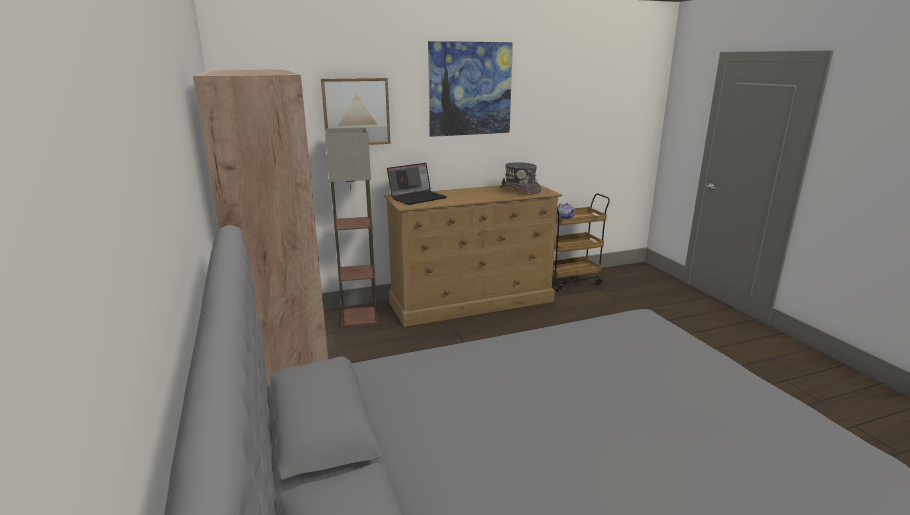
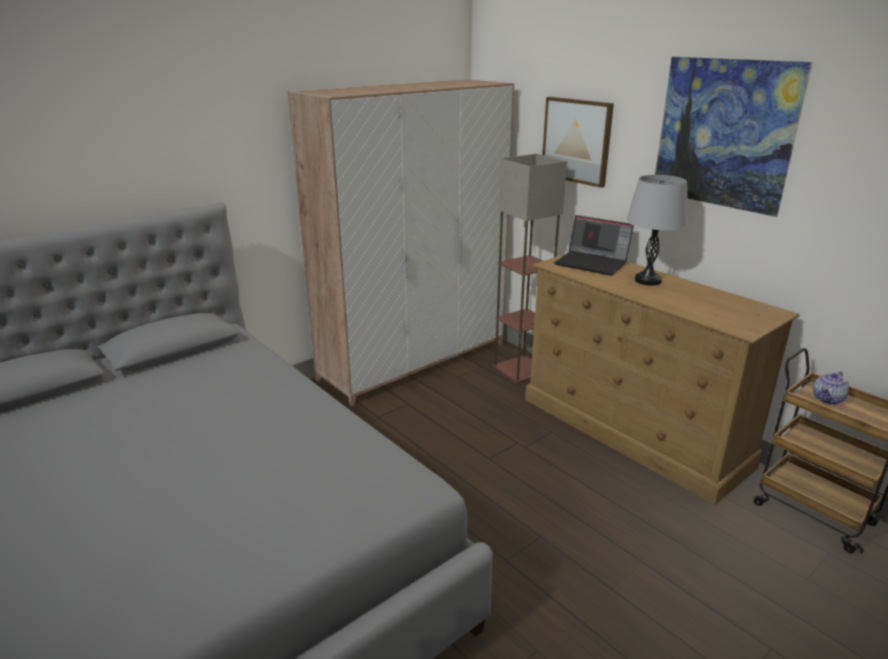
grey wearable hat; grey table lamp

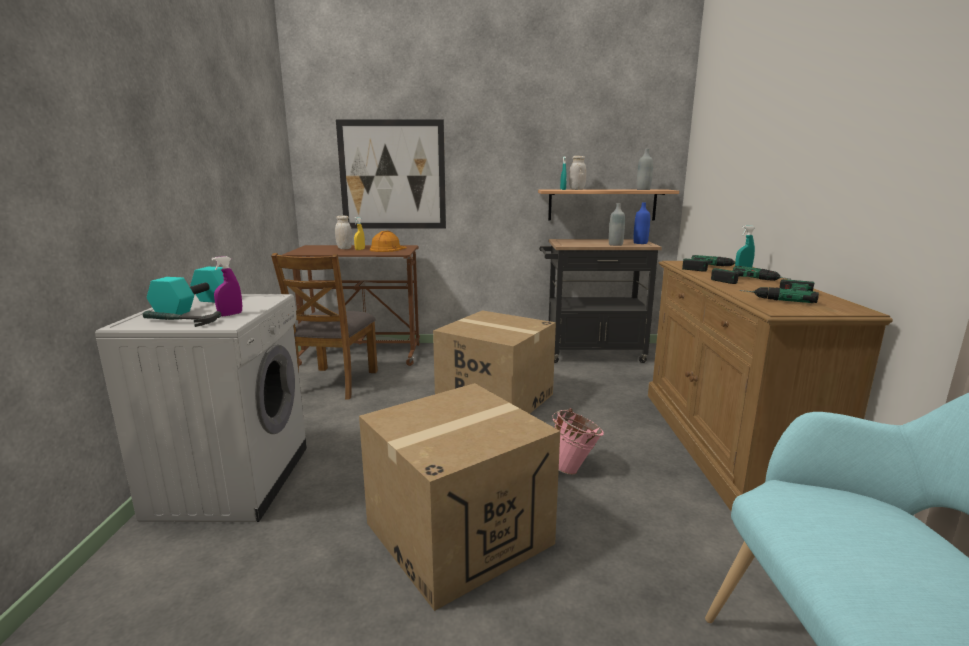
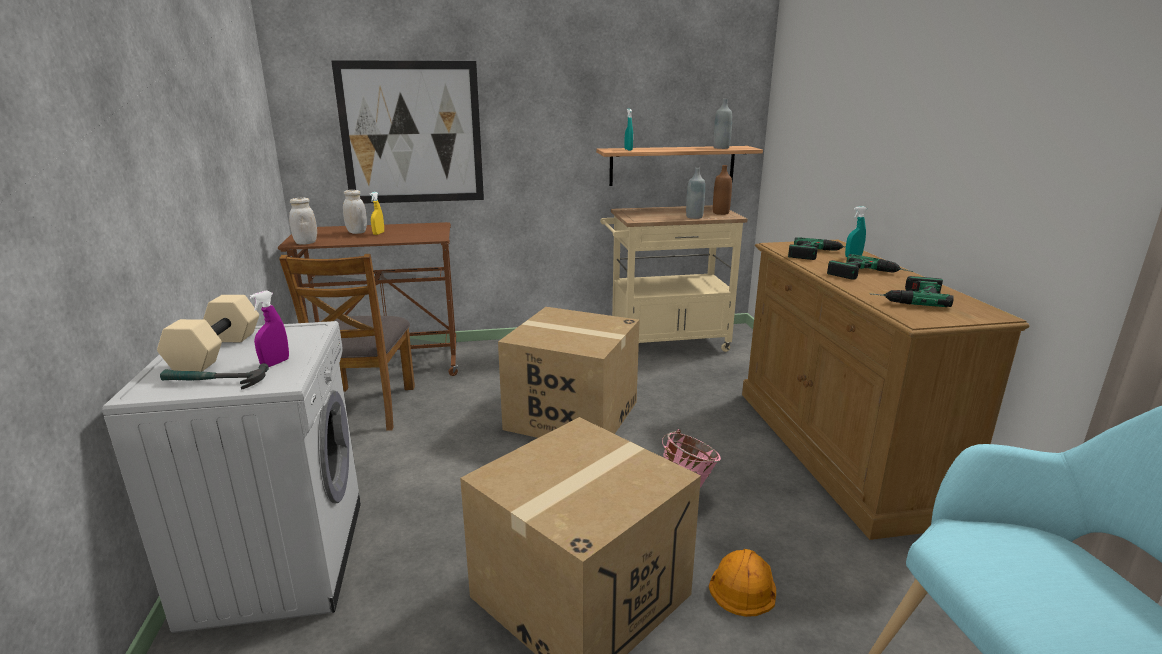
sand-coloured dumbbell; orange safety helmet; sand-coloured cart; white jar (1st from left); brown bottle

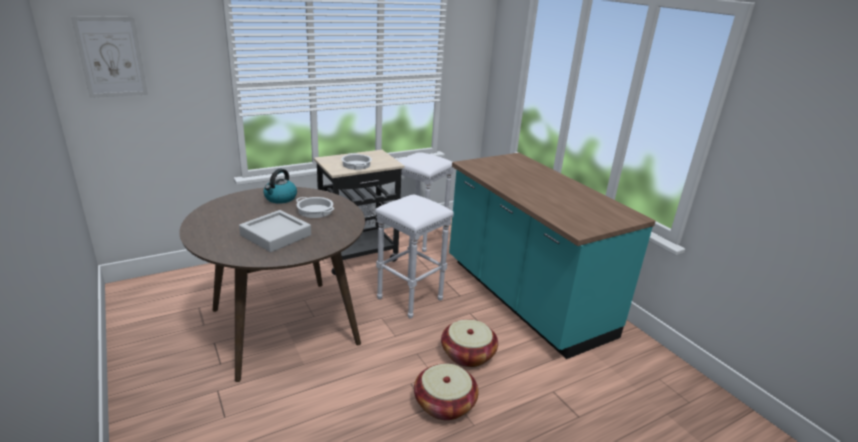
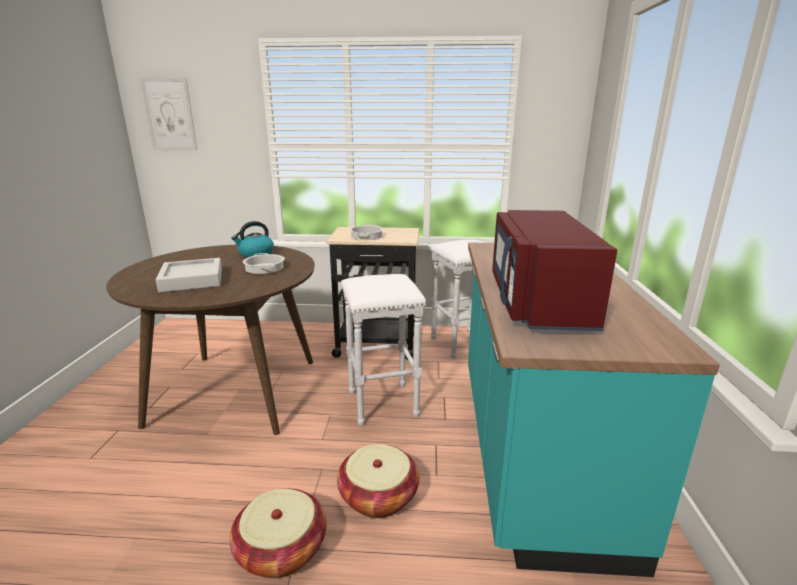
red-coloured microwave oven

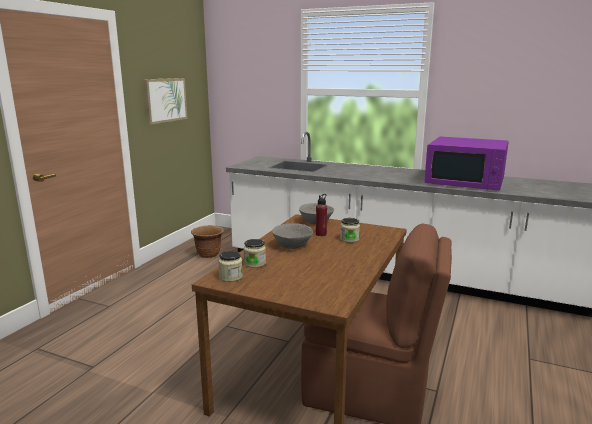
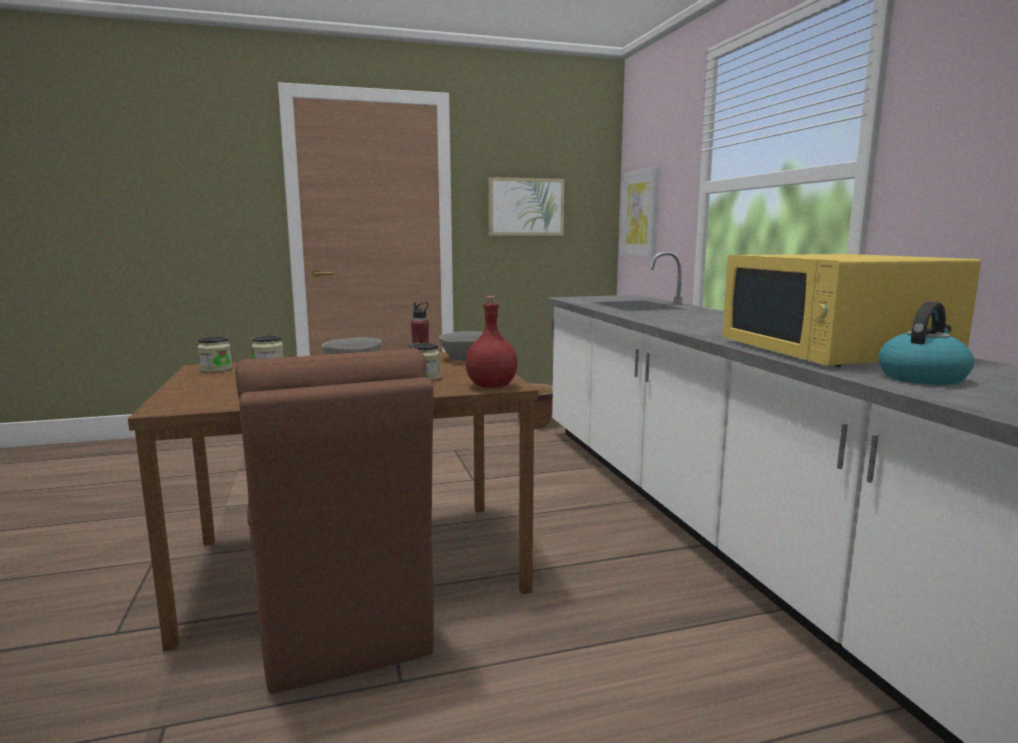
yellowish microwave oven; red-coloured bottle (2nd from left); picture (2nd from left); tea kettle

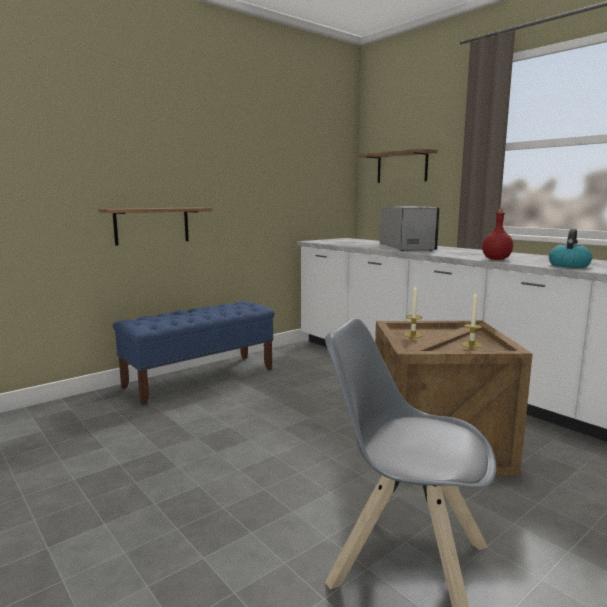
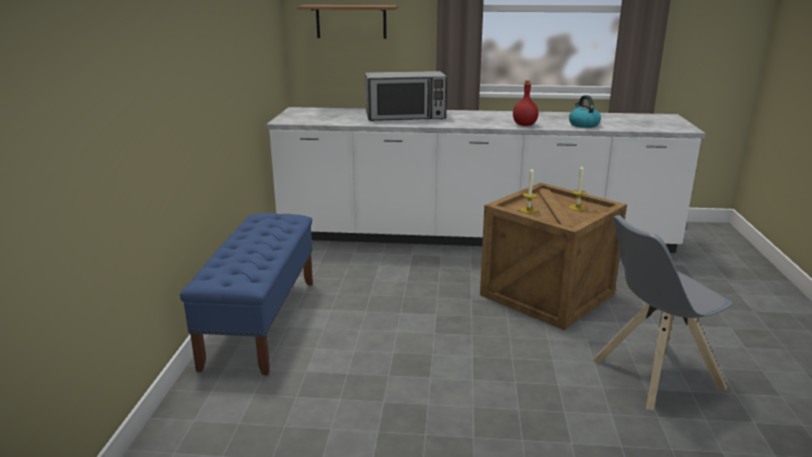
wall shelf (1st from left in the first image); microwave oven

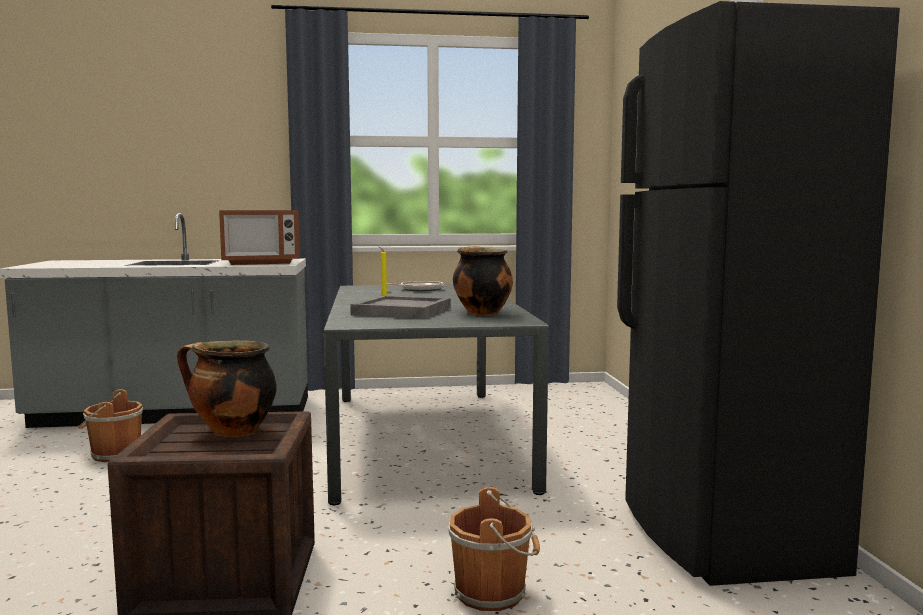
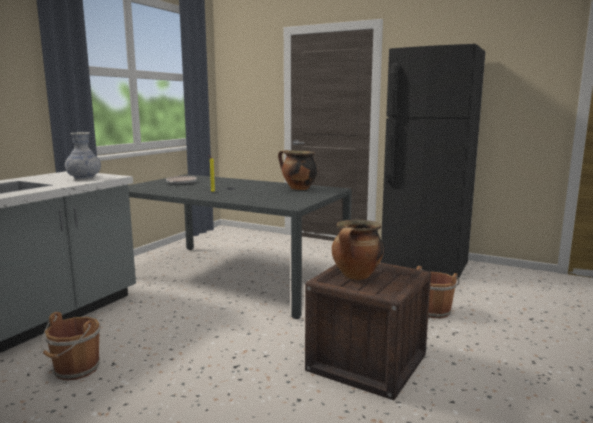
decorative vase; grey serving tray

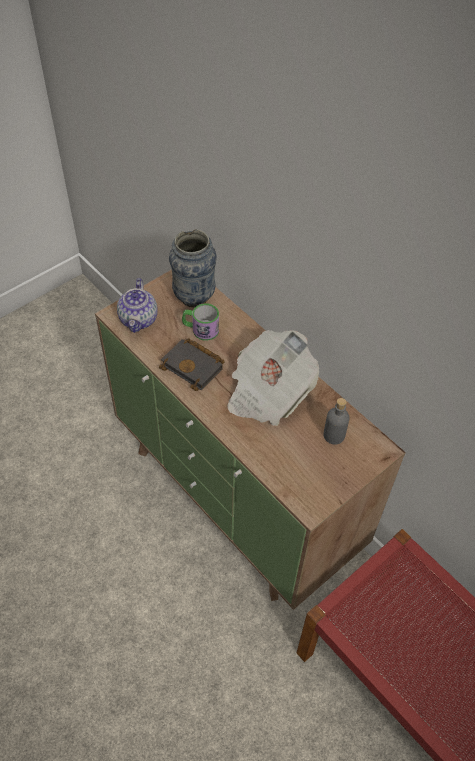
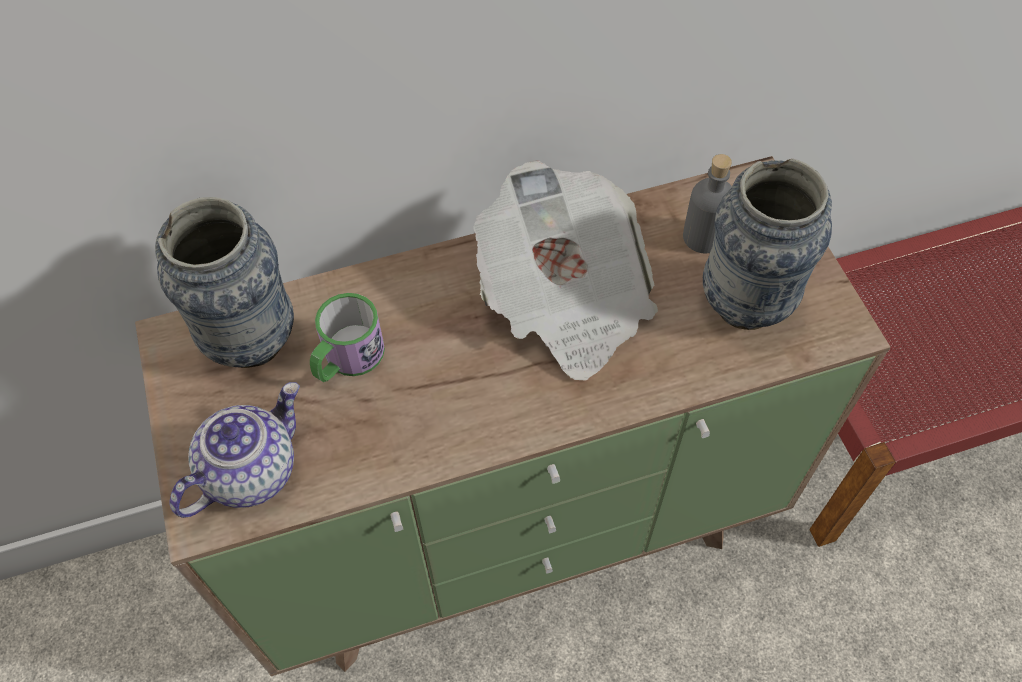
pot for tea; blackish book; decorative vase (2nd from left)

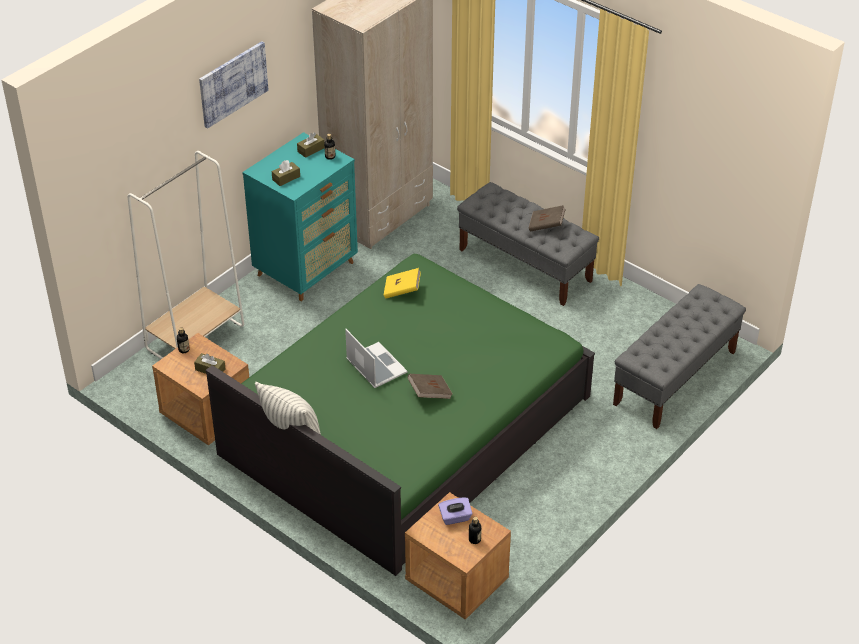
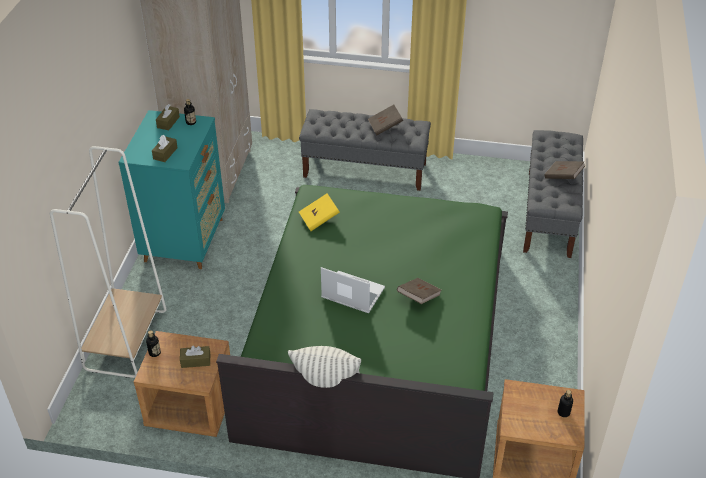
picture; purple tissue box; brown book (3rd from left)

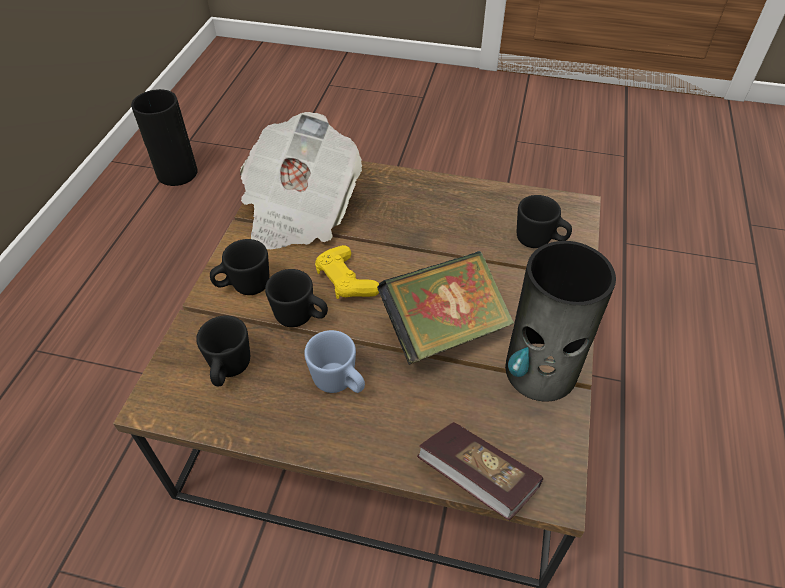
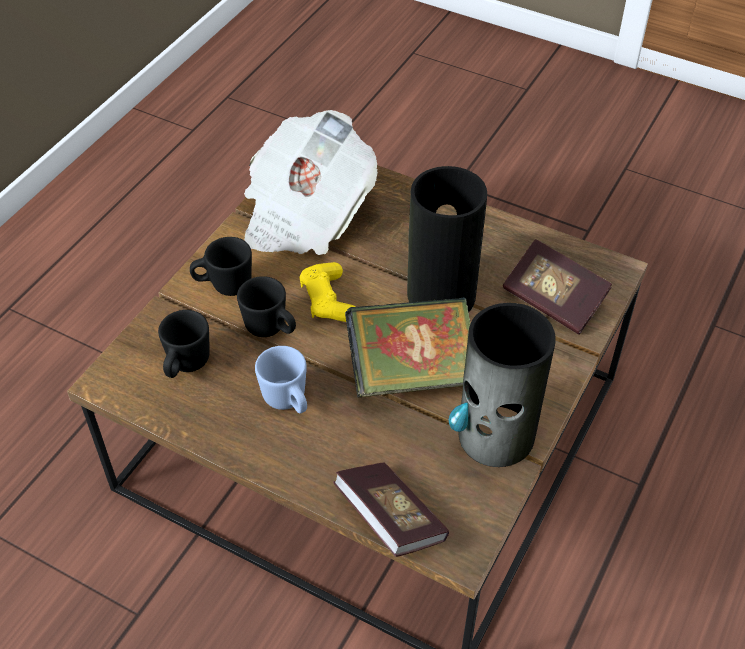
decorative vase (1st from left); book (3rd from left)

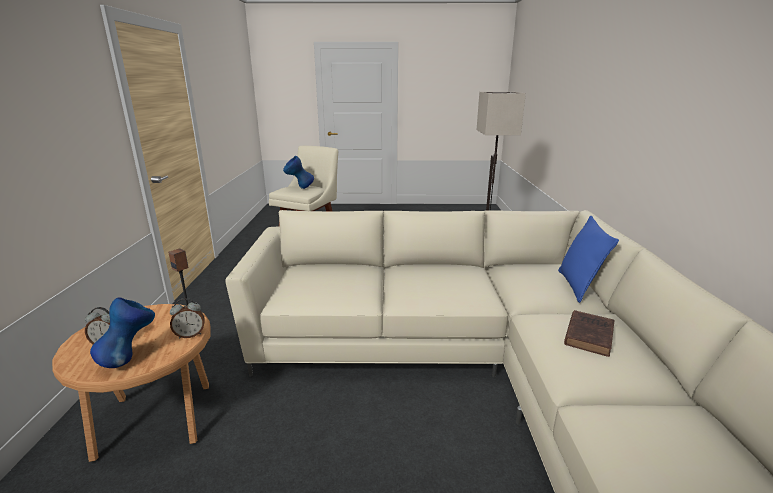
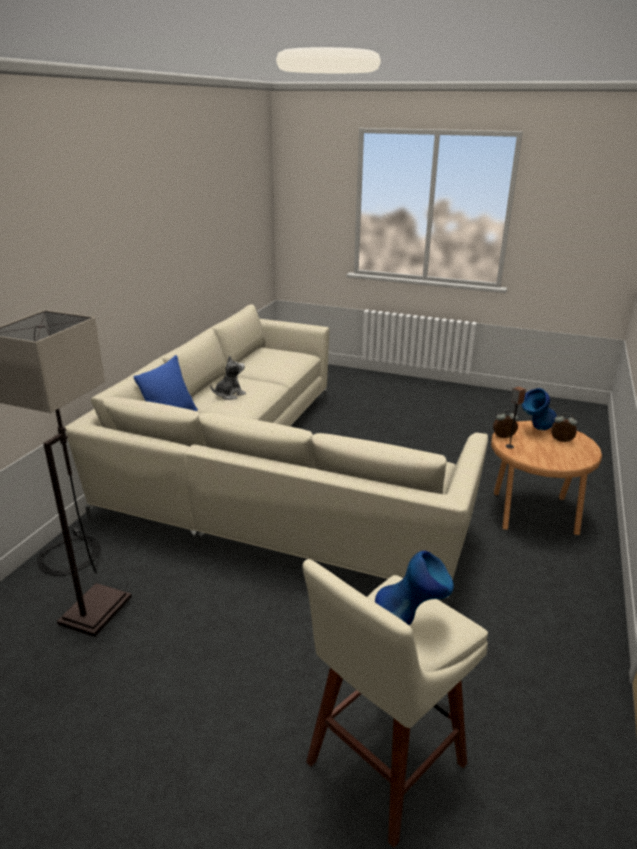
plush toy

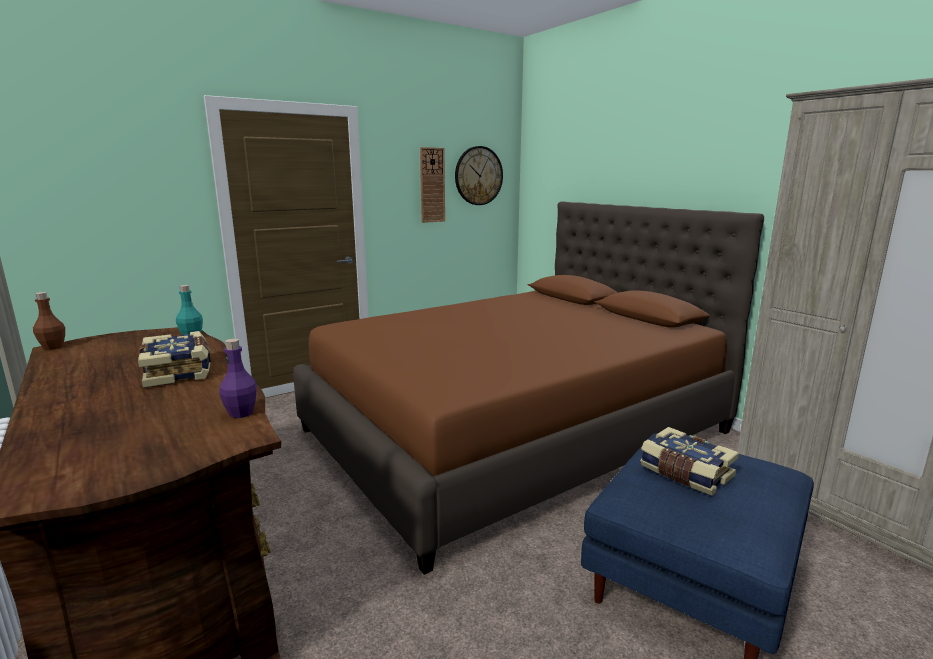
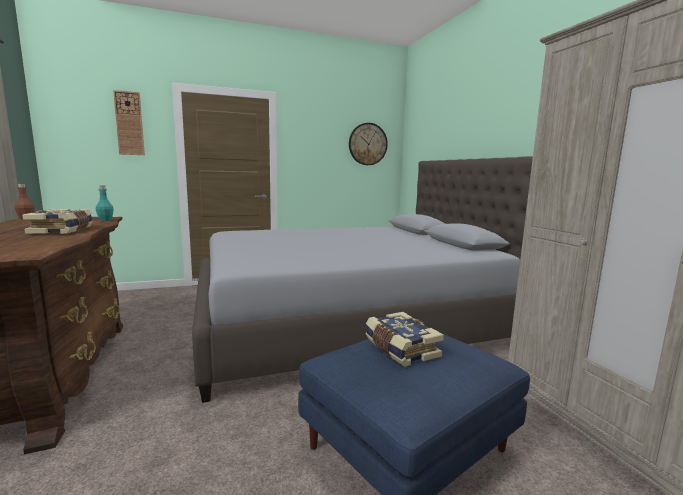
purple bottle; grey bed; wall clock (1st from left)

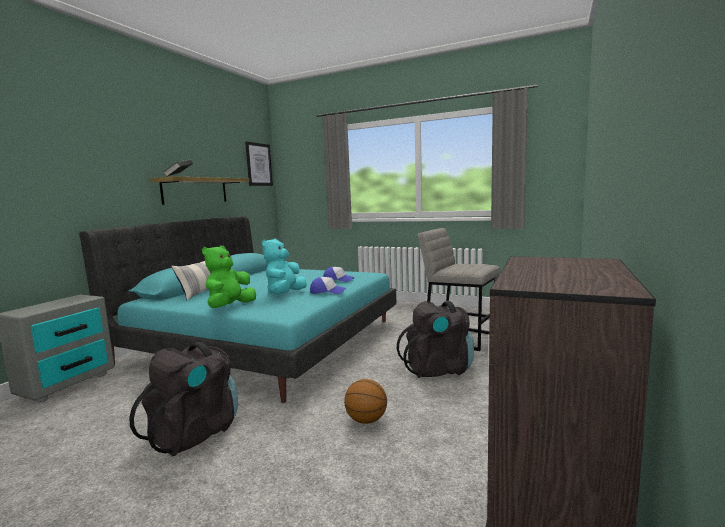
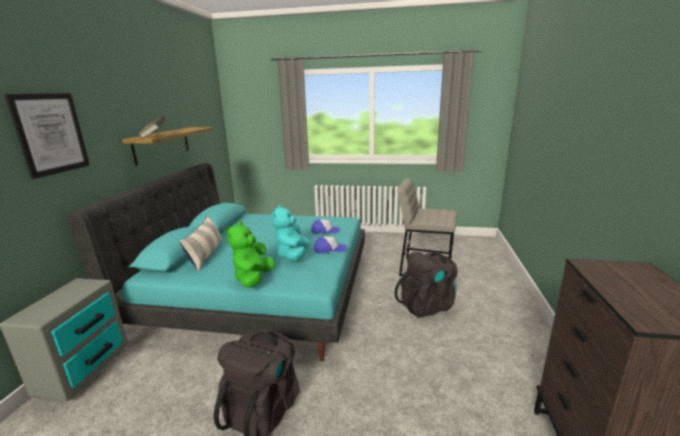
picture; basketball ball

